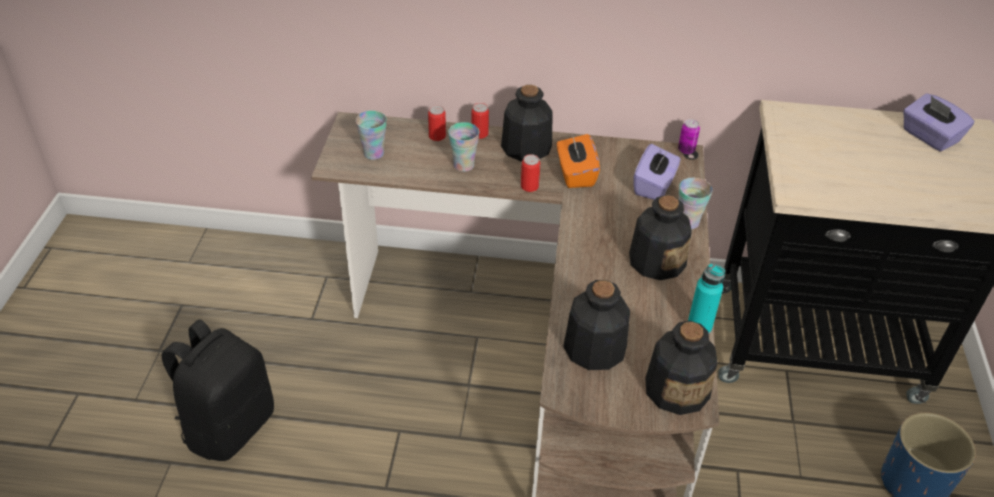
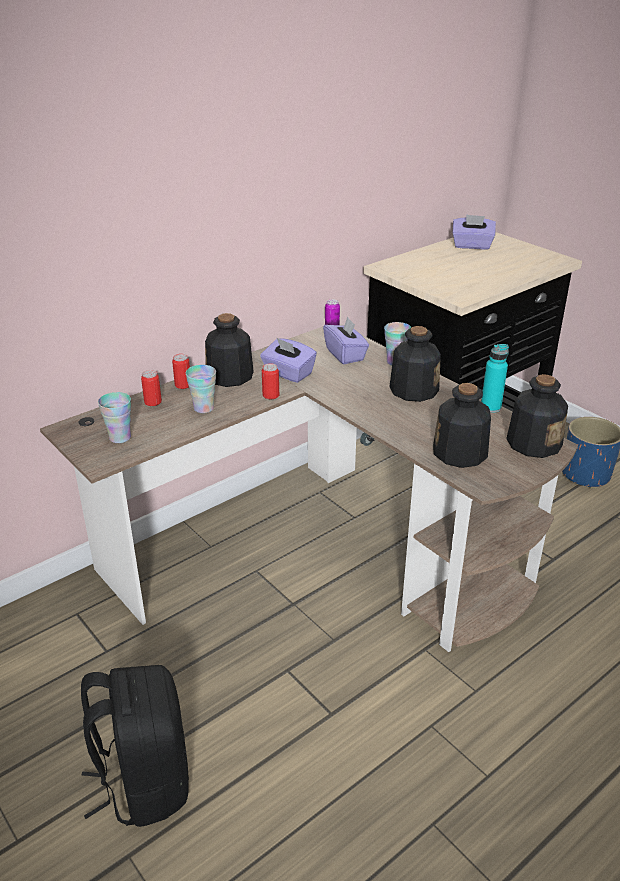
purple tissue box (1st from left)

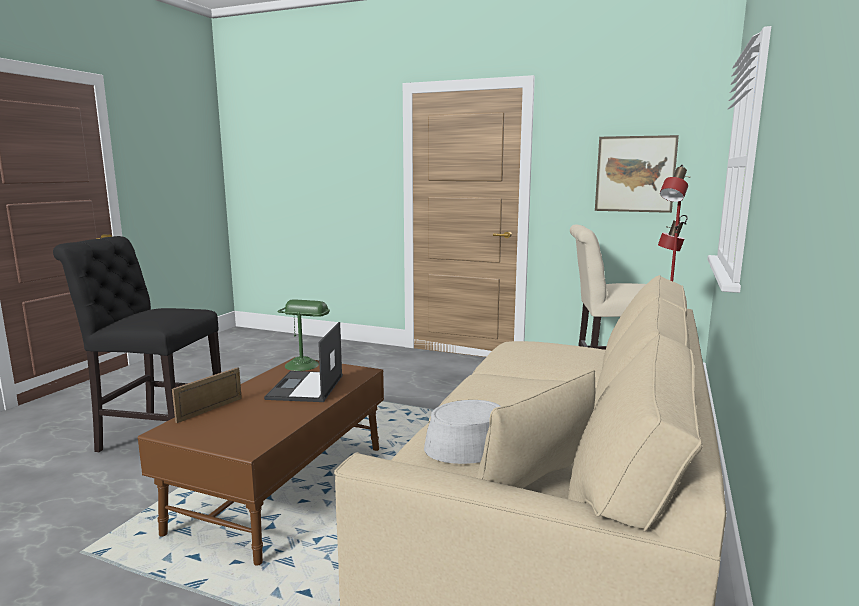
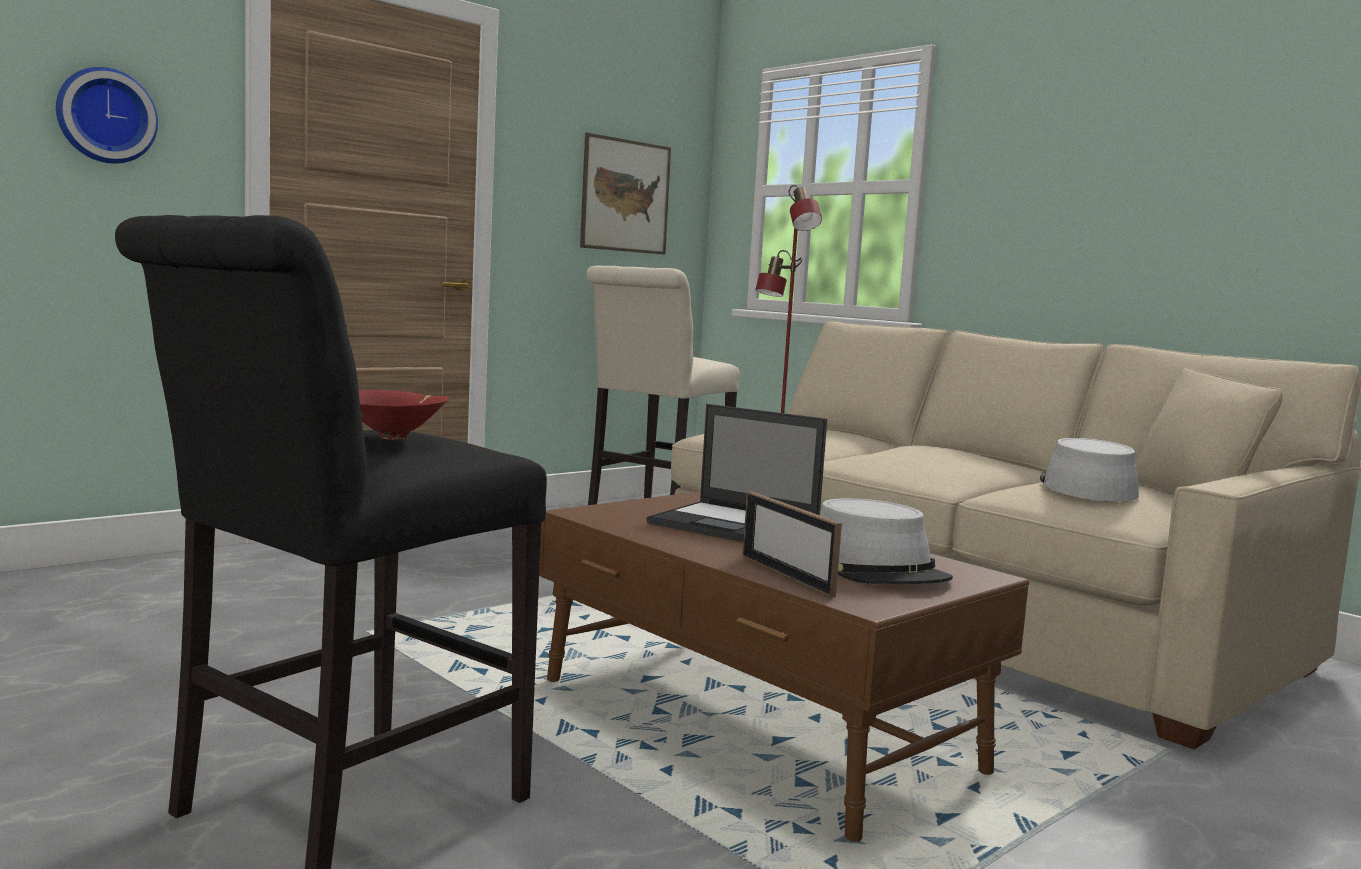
greenish table lamp; wall clock; red-coloured serving bowl; grey wearable hat (1st from left)

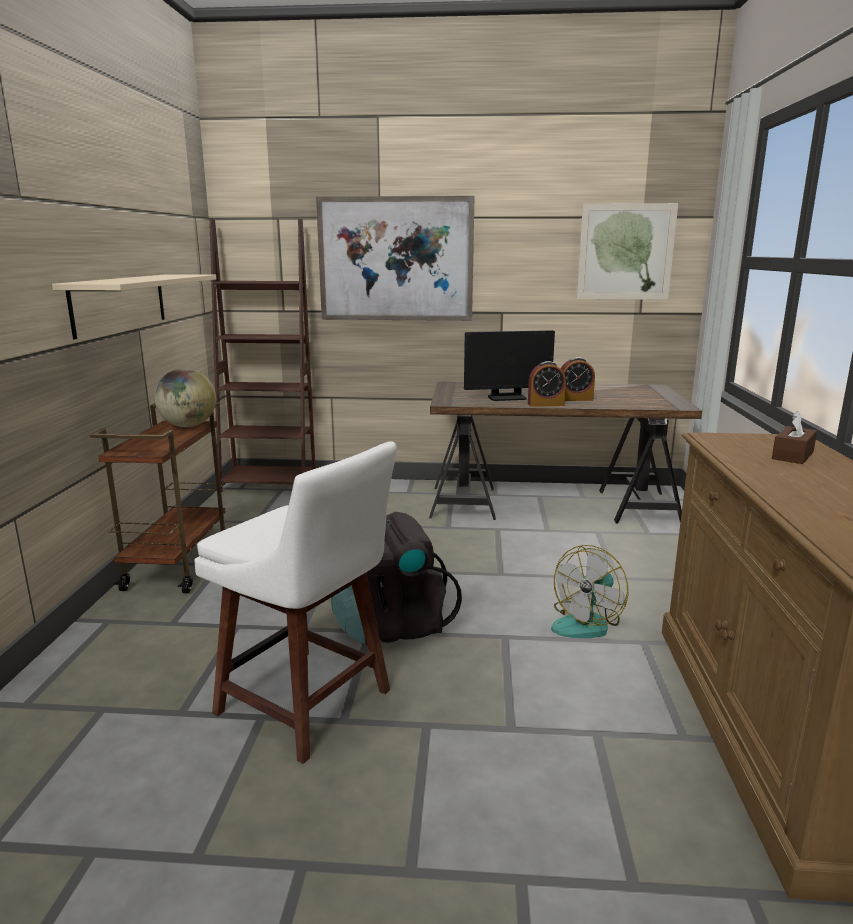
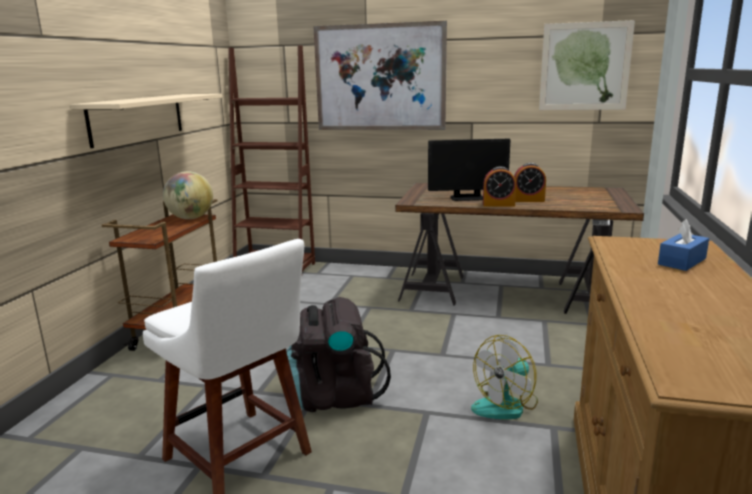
bluish tissue box

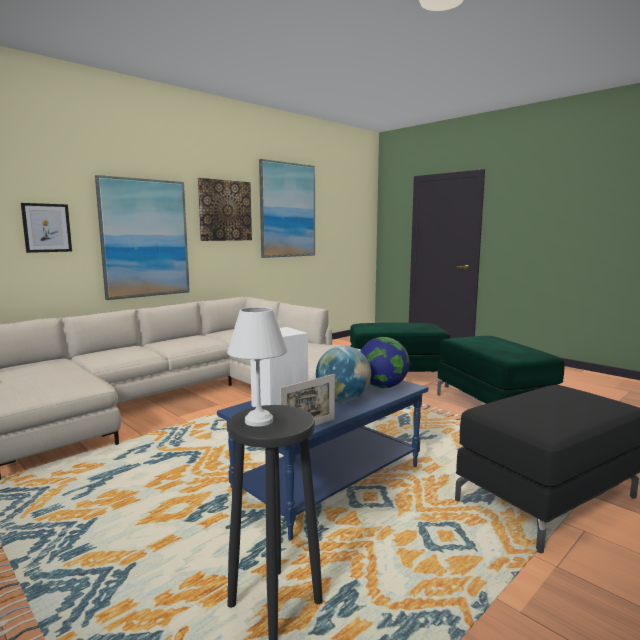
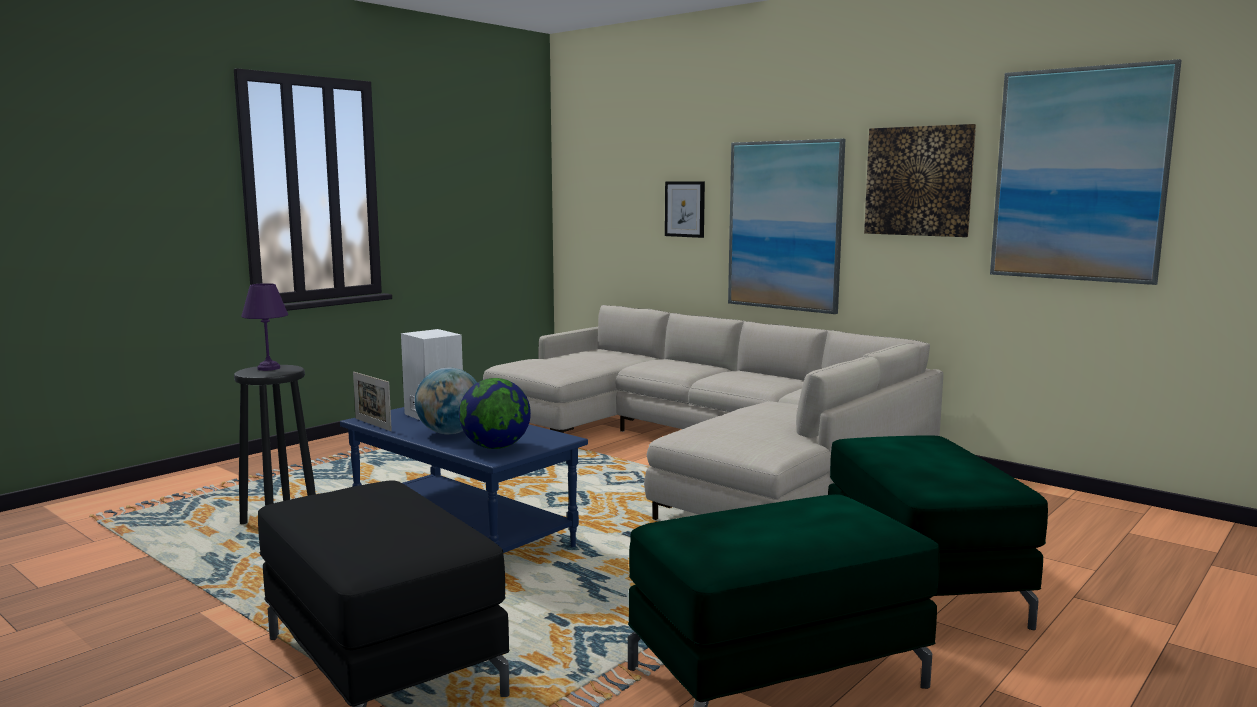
purple table lamp

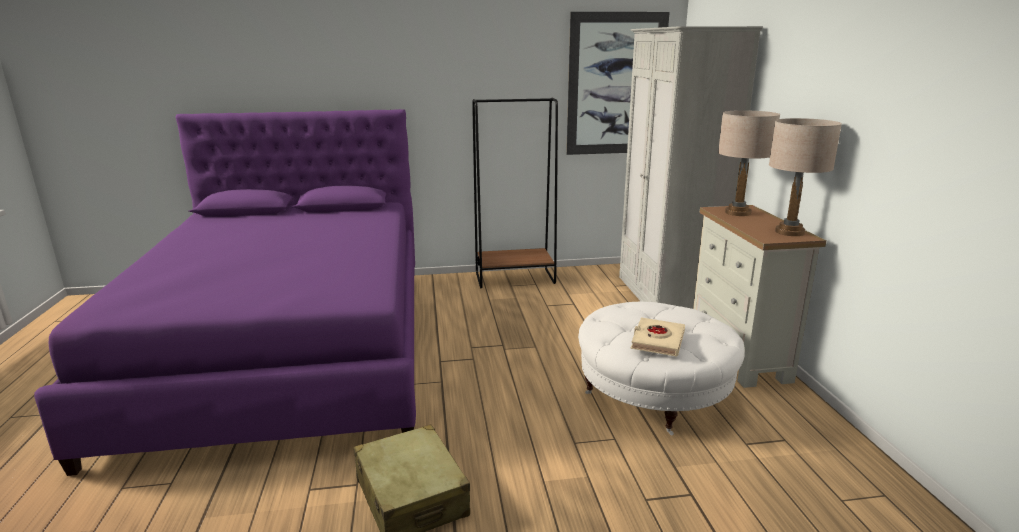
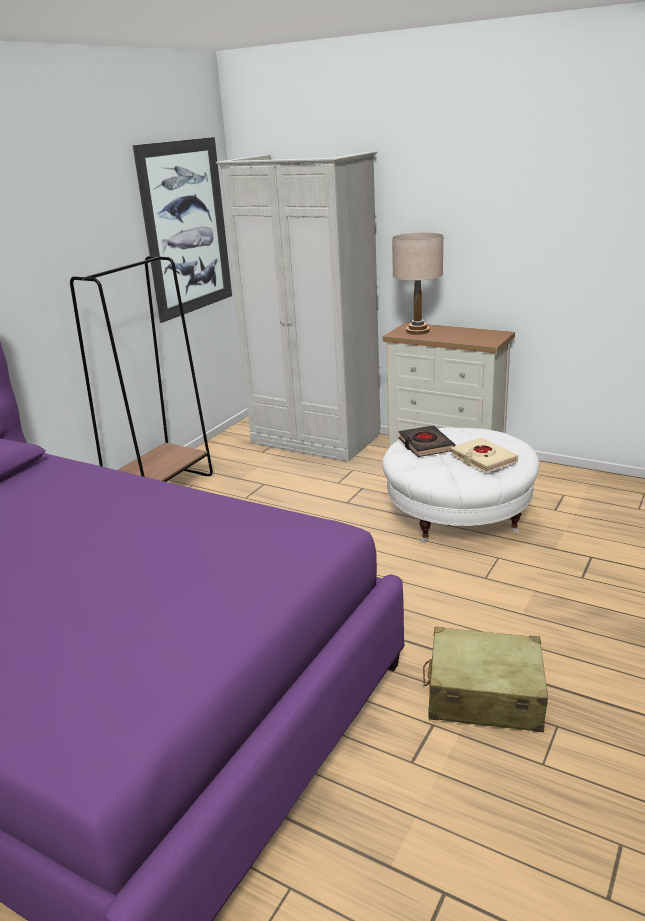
sand-coloured table lamp (2nd from left in the first image); blackish book

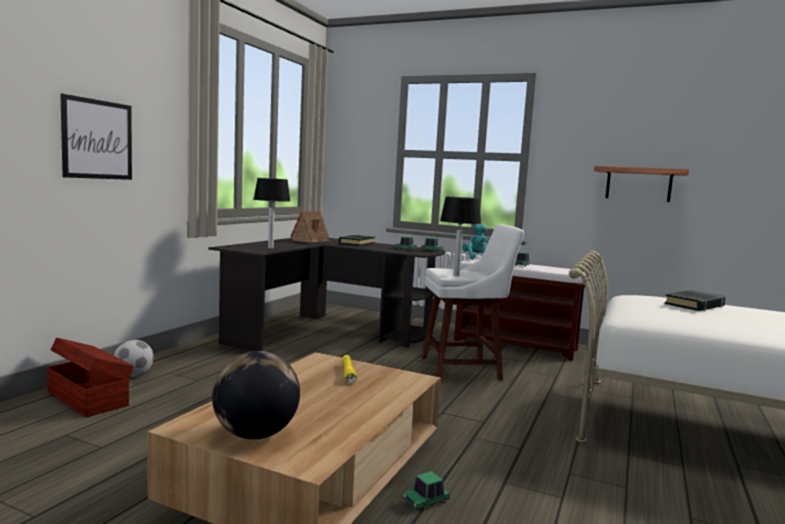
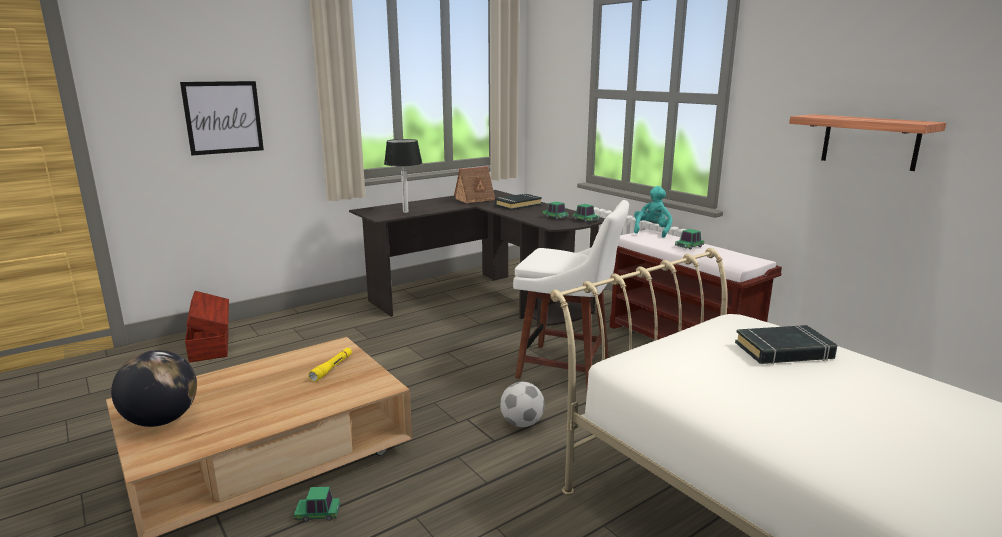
ball for football; table lamp (2nd from left in the first image)

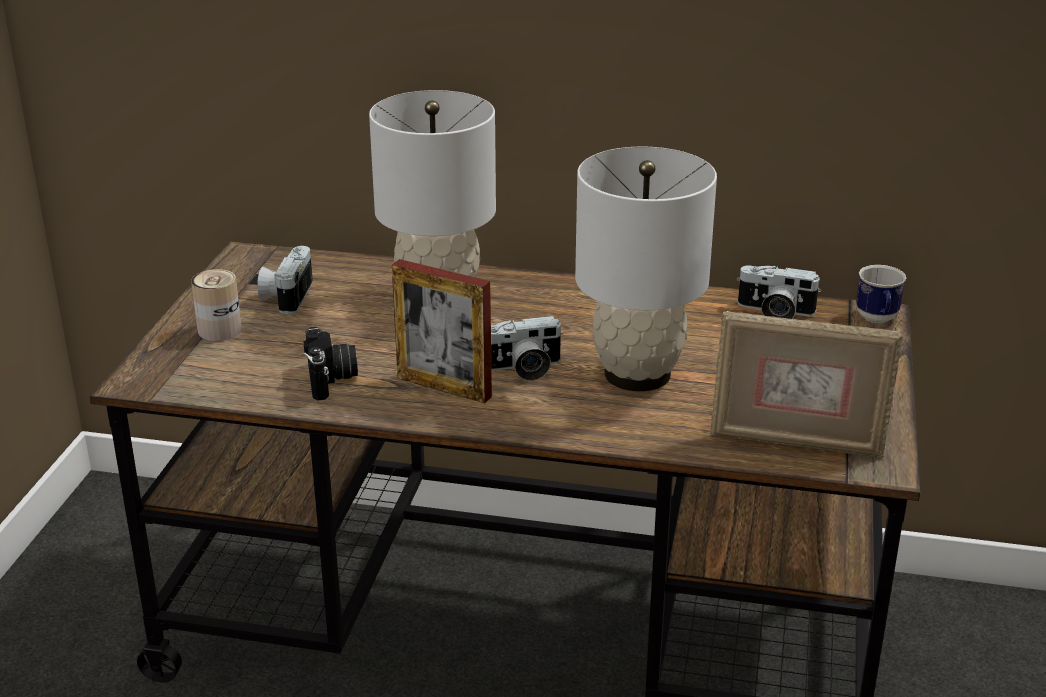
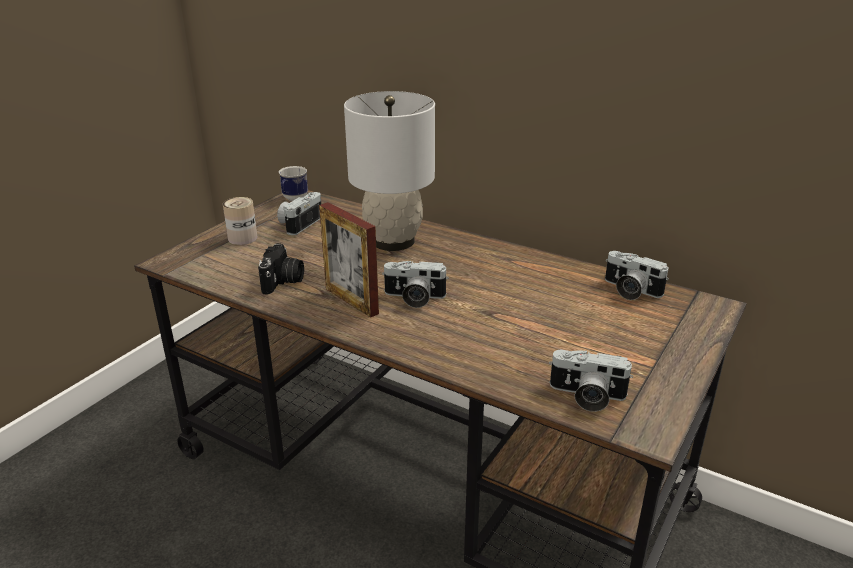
white table lamp (2nd from left in the first image); still camera (4th from left); coffee mug

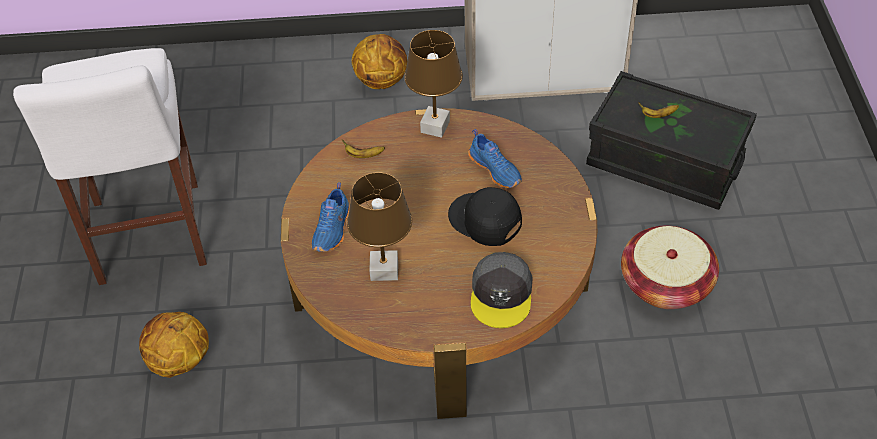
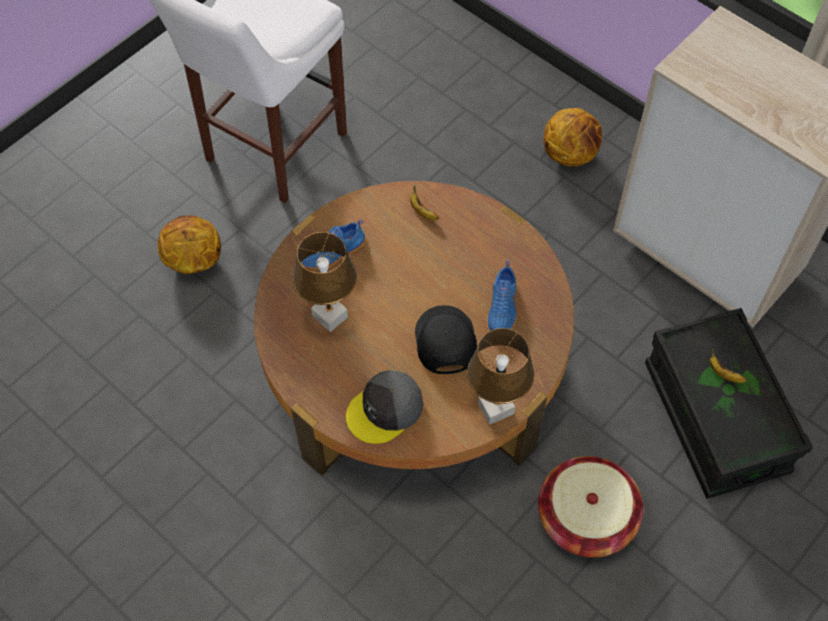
brown table lamp (2nd from left)

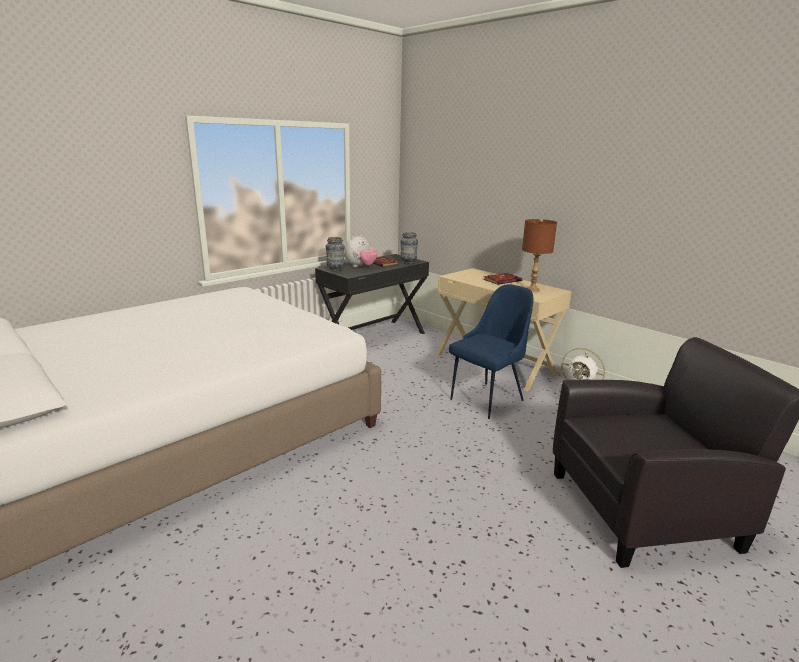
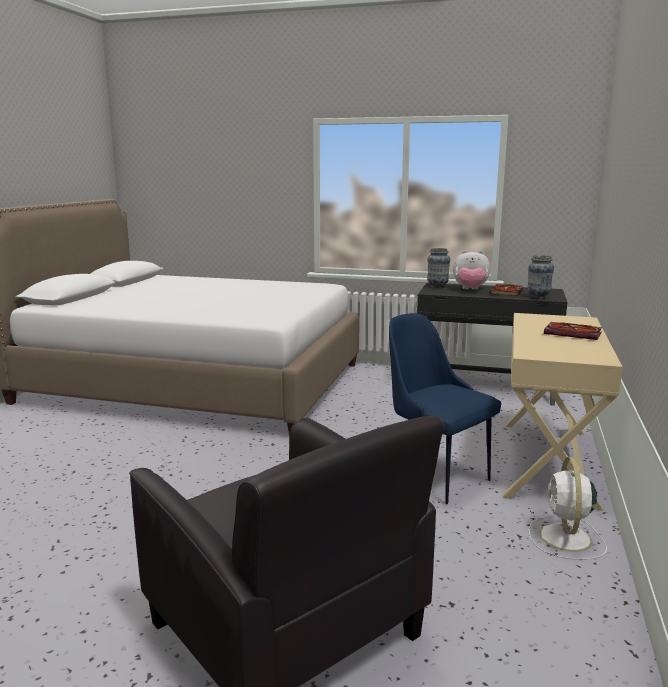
bluish plain chair; brown table lamp

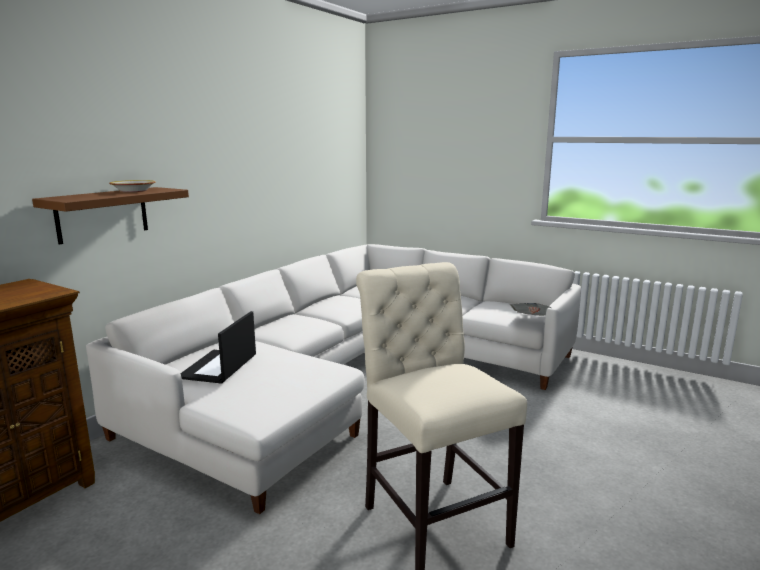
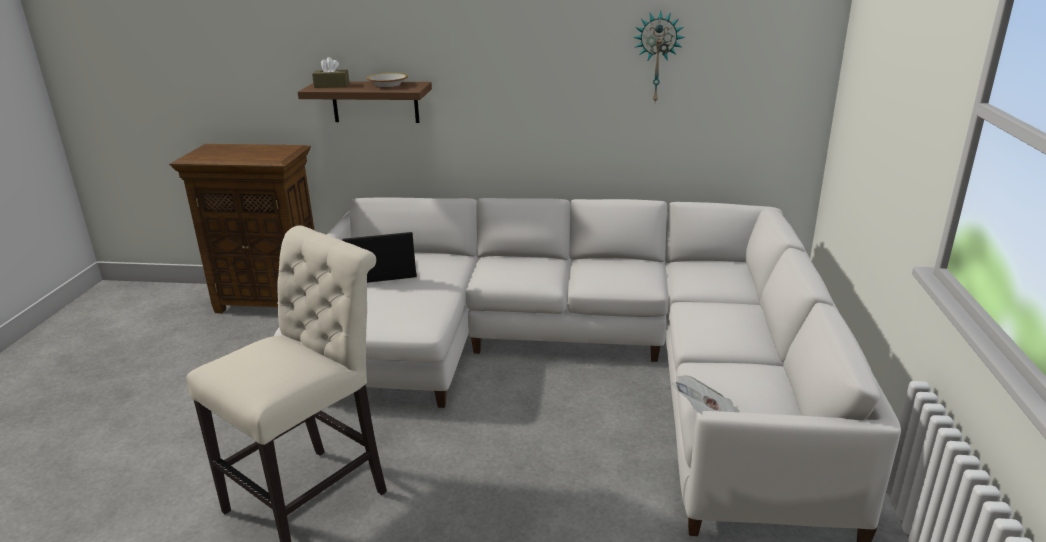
brown tissue box; wall clock

